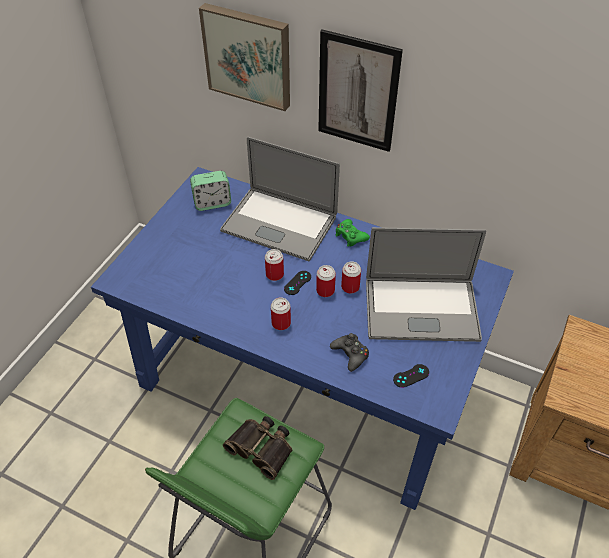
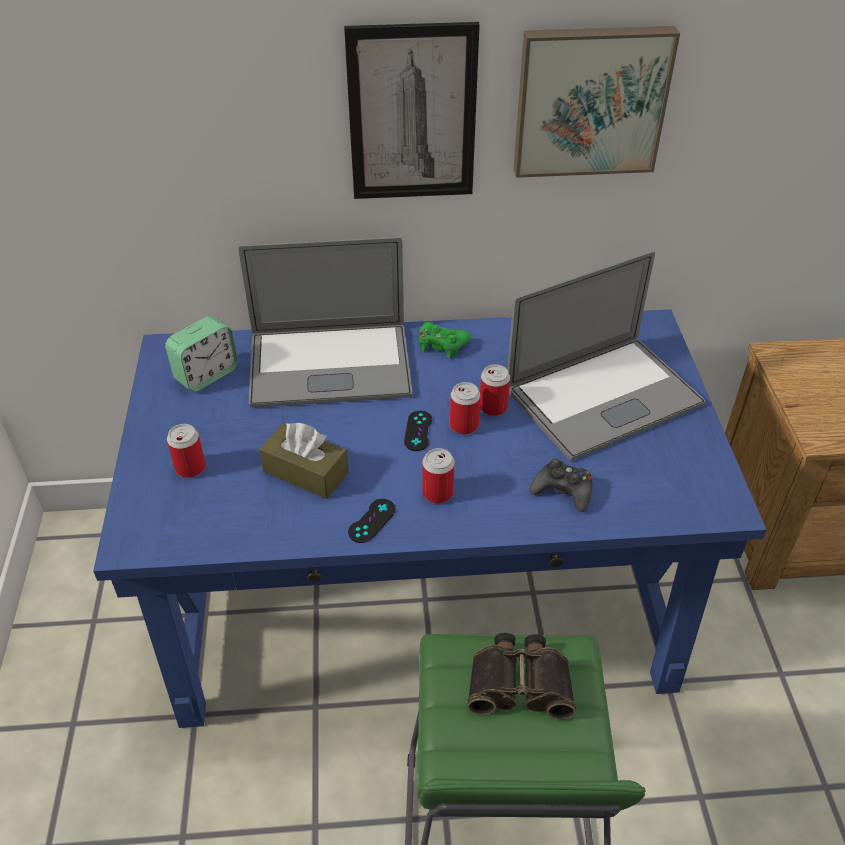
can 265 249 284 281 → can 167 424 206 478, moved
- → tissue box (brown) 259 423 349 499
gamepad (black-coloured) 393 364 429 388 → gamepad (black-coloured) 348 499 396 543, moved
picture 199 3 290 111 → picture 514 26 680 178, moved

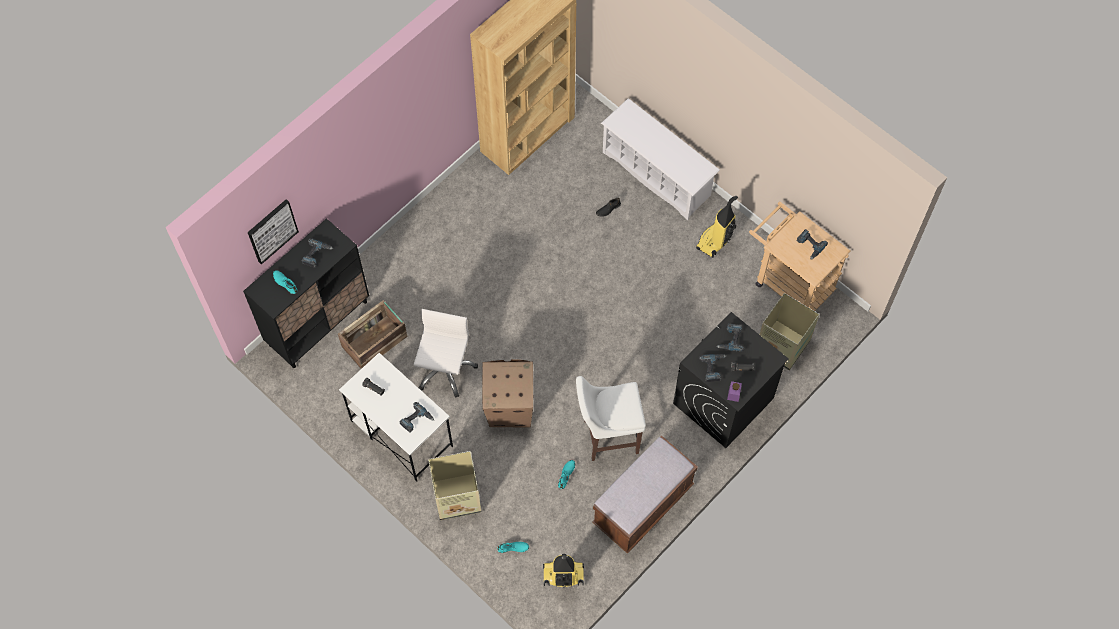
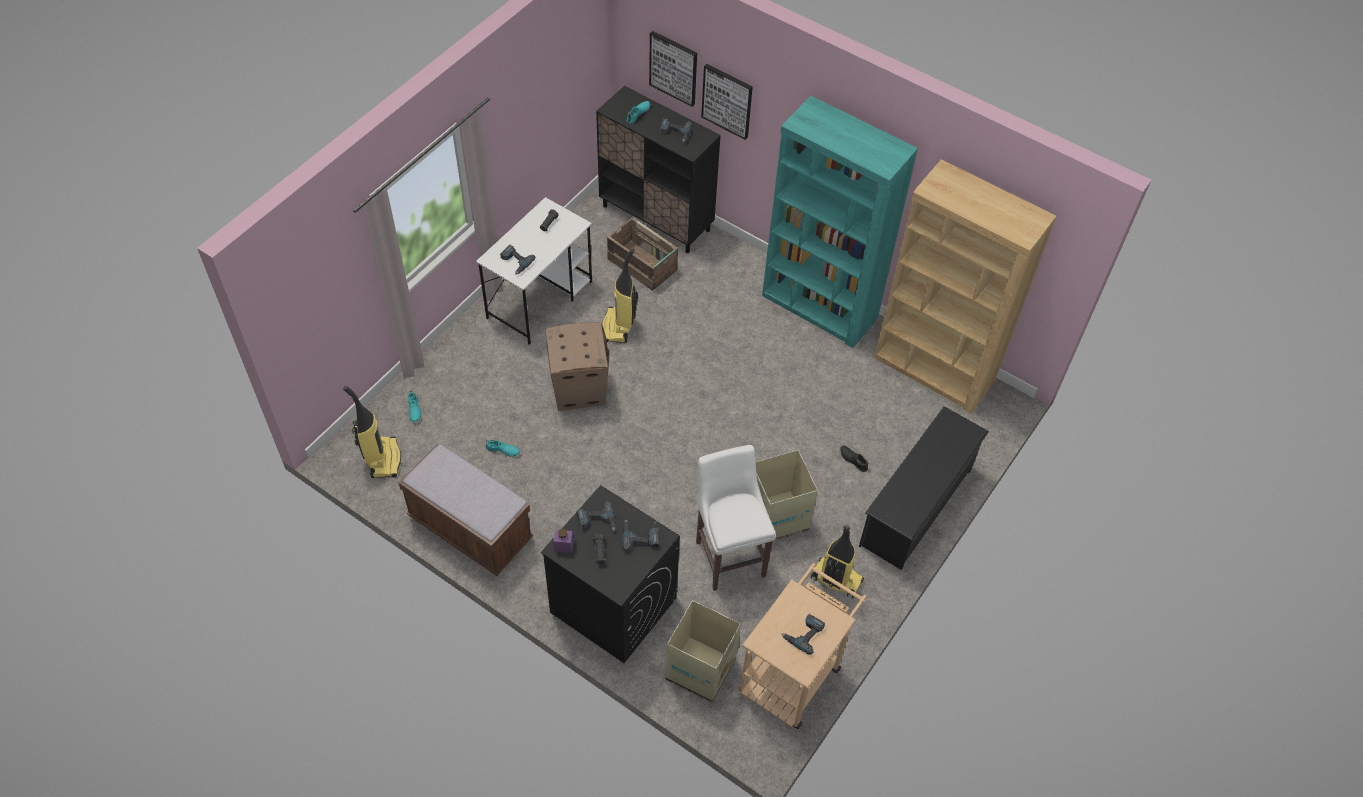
office chair (white) 414 309 478 398 → vacuum 602 249 638 343
stool (white) 576 376 646 461 → stool (white) 696 445 776 591, moved
- → picture 701 64 753 140
packing box 428 451 481 520 → packing box 756 450 818 544, moved
- → shelving unit (blue-green) 762 96 918 348
shoe shelf (white) 601 98 720 220 → shoe shelf (black-coloured) 859 406 989 570

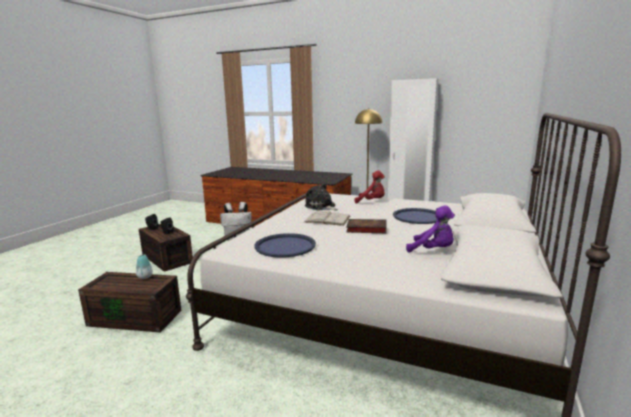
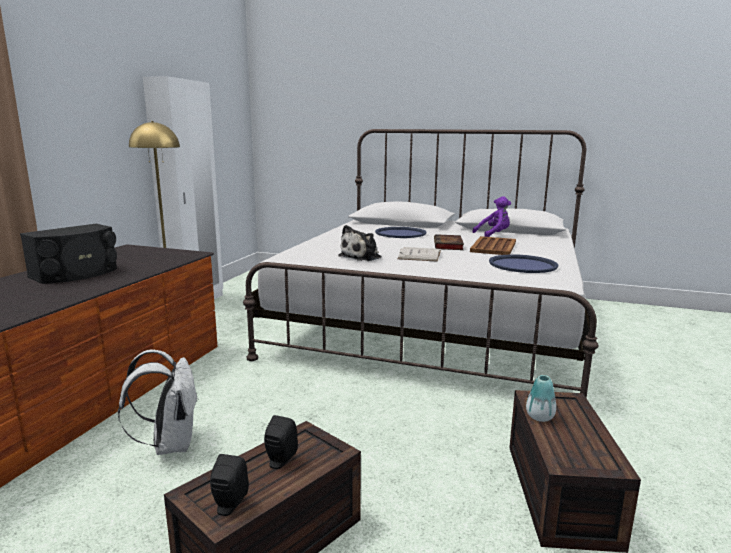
- → loudspeaker (black-coloured) 20 224 117 284
- → serving tray (brown) 470 236 516 255
plush toy (purplish) 406 205 455 253 → plush toy (purplish) 472 196 511 237, 45 degrees clockwise
plush toy (red-coloured) 355 170 385 204 → -

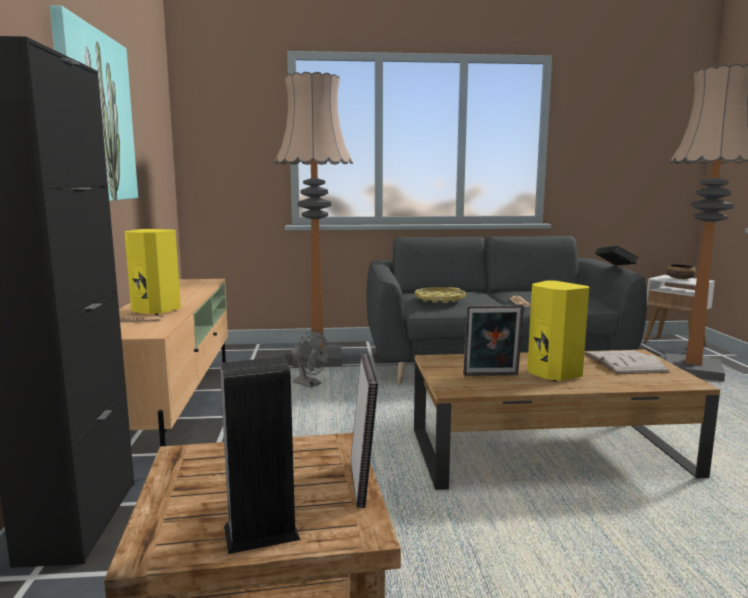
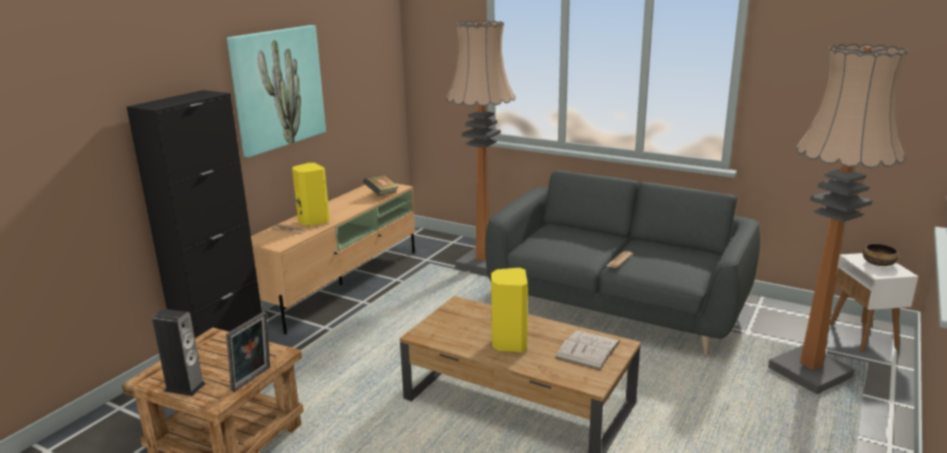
book 595 246 639 266 → book 363 175 399 195, moved
electric fan (greyish) 291 330 329 388 → -
serving tray (yellow-coloured) 415 287 466 303 → -
picture frame 463 304 524 376 → -

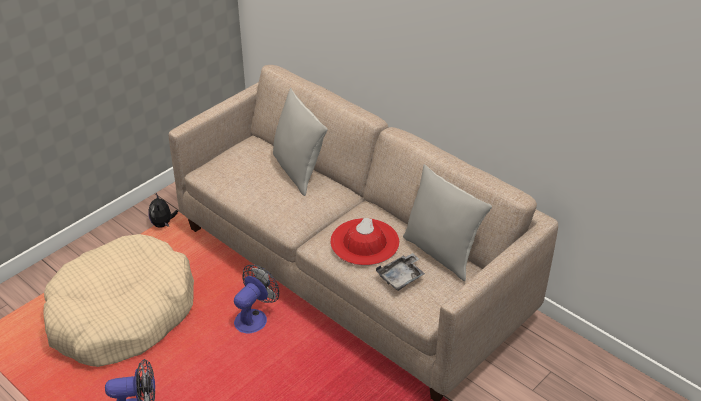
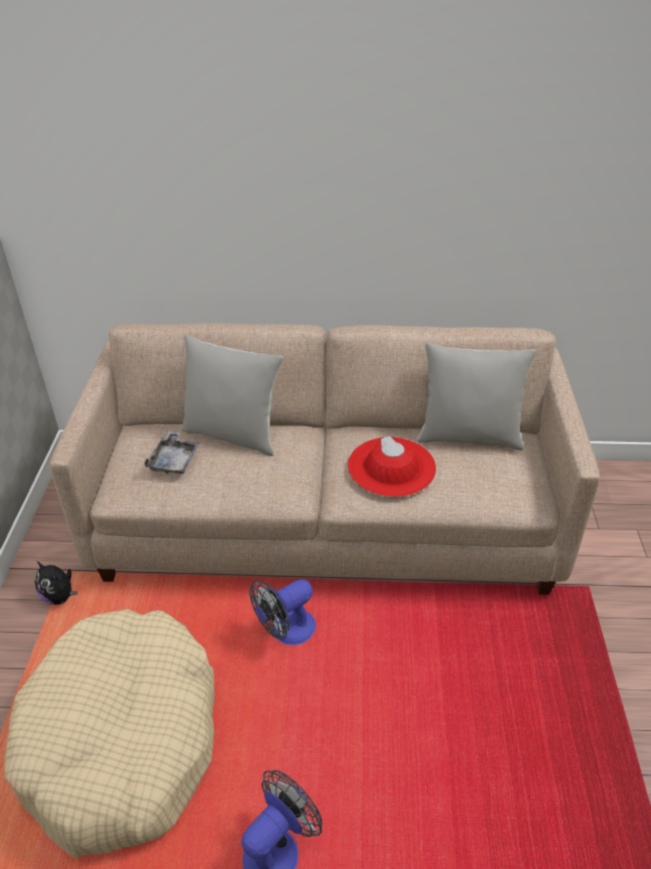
serving tray (greyish) 376 253 425 291 → serving tray (greyish) 144 431 199 474, moved
electric fan 234 265 279 333 → electric fan 249 579 316 645, 120 degrees counterclockwise

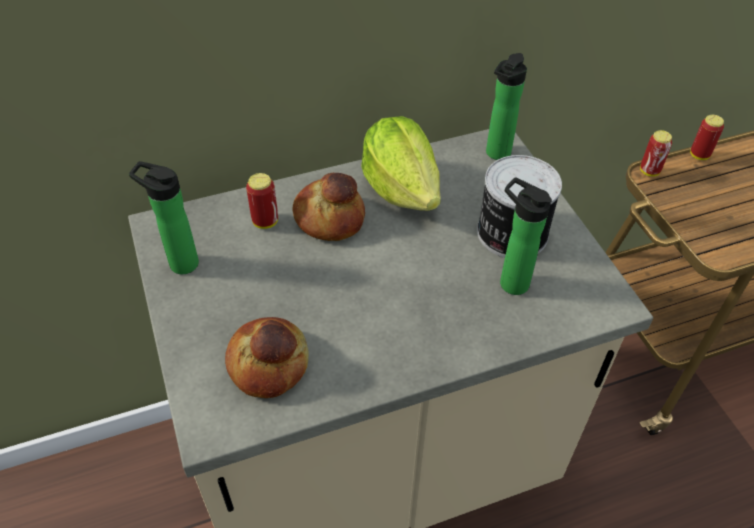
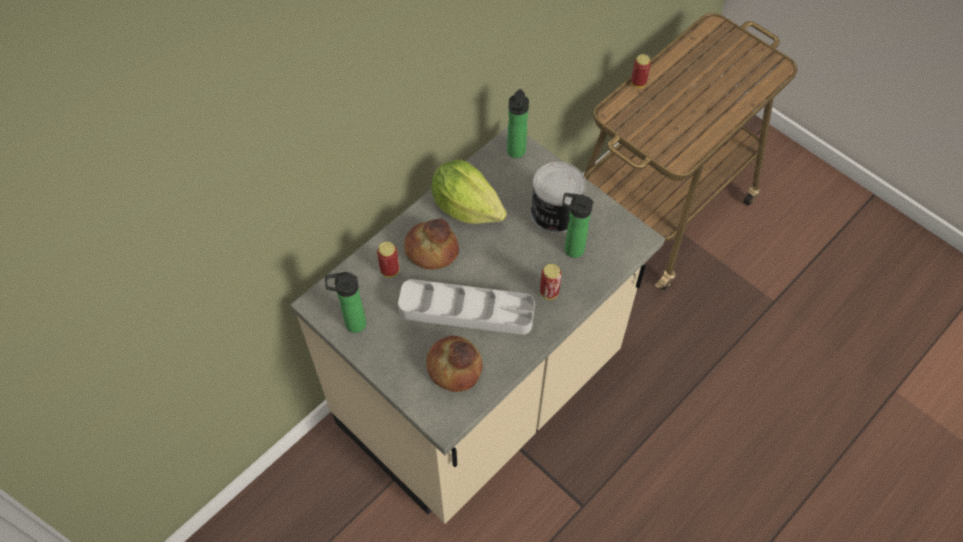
- → serving tray (greyish) 398 279 535 335
can 640 130 672 177 → can 540 264 562 300, moved

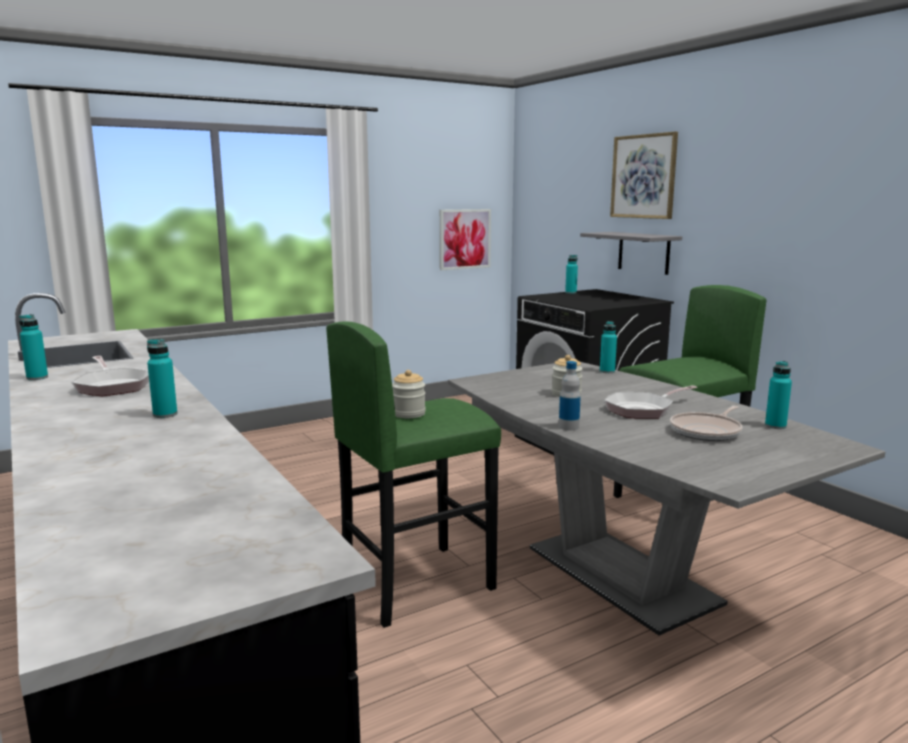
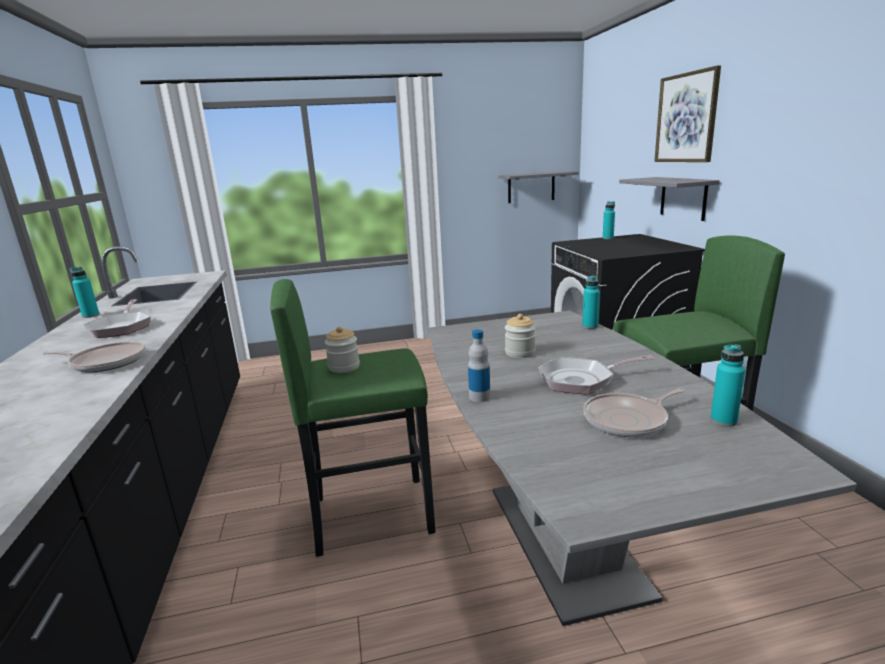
drink bottle (blue-green) 147 339 177 418 → frying pan 42 341 146 373
picture 440 209 491 270 → wall shelf (greyish) 498 171 578 203

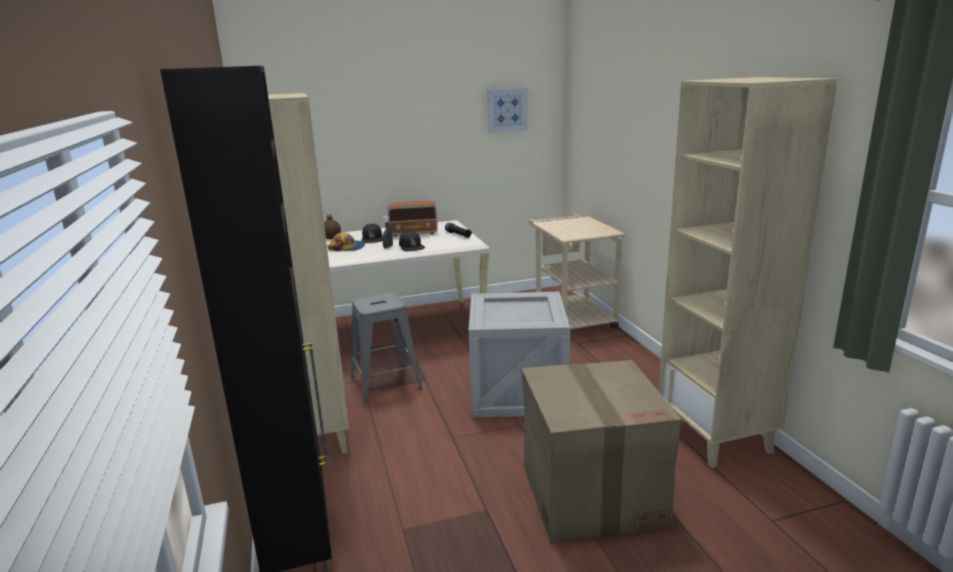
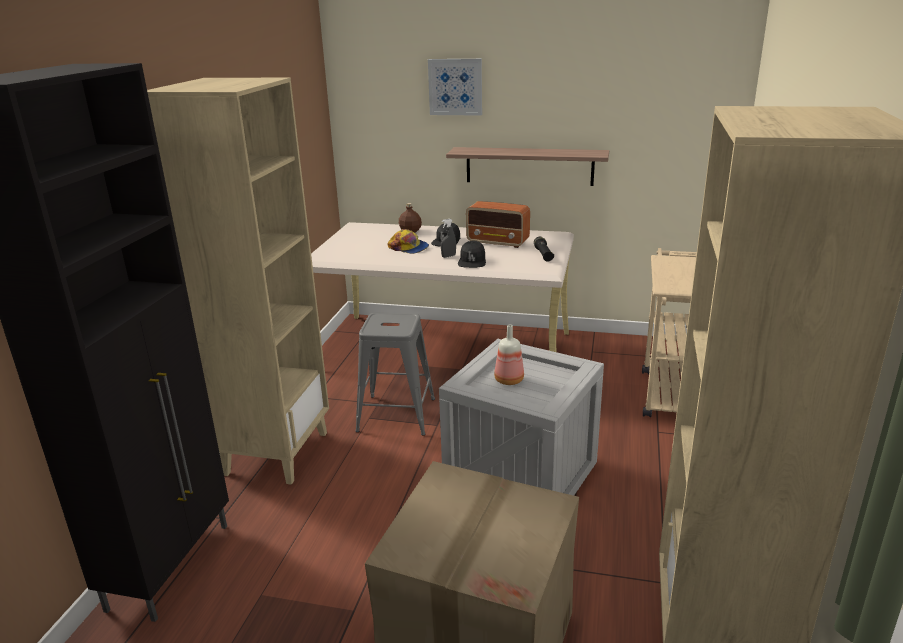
picture 487 87 528 133 → picture 428 59 482 116, moved
- → wall shelf 446 147 609 186
- → drink bottle 494 325 524 385

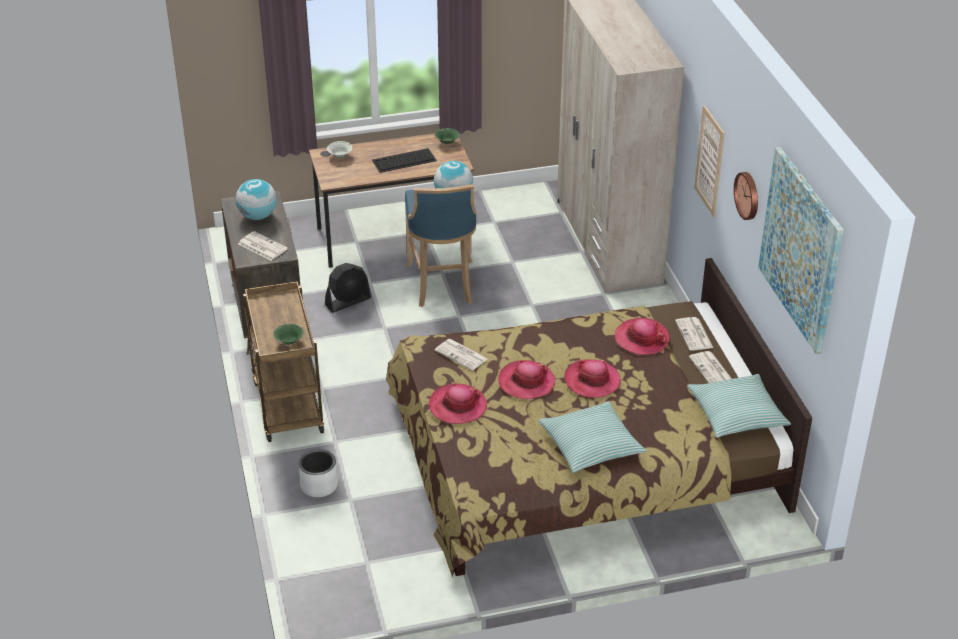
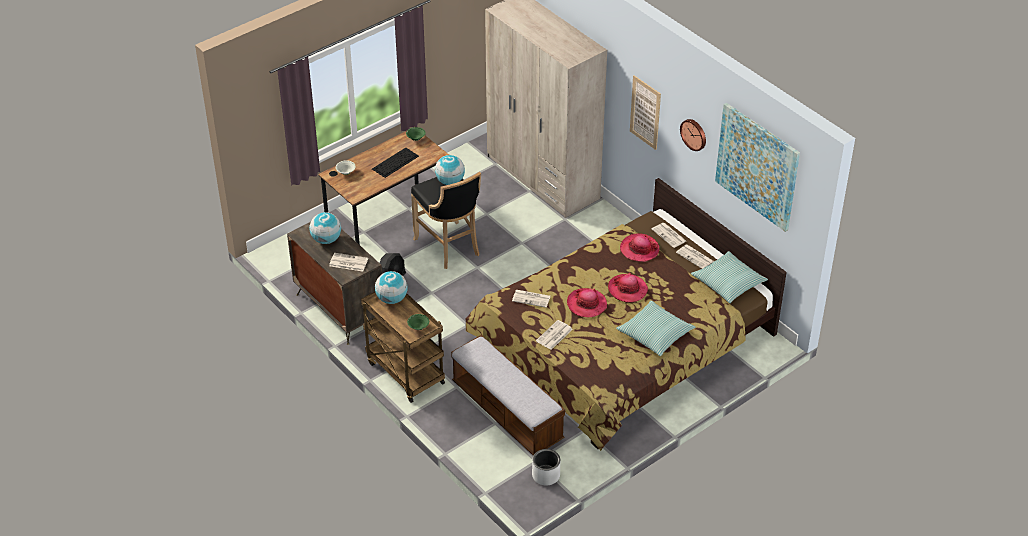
- → world globe 375 271 408 304
stool (blue-coloured) 405 184 477 307 → stool (black-coloured) 411 172 481 269
- → long seat 451 335 565 455
plant pot (white) 299 449 338 497 → plant pot (white) 532 449 560 485, moved
clothing hat 429 383 487 424 → newspaper 536 320 573 350

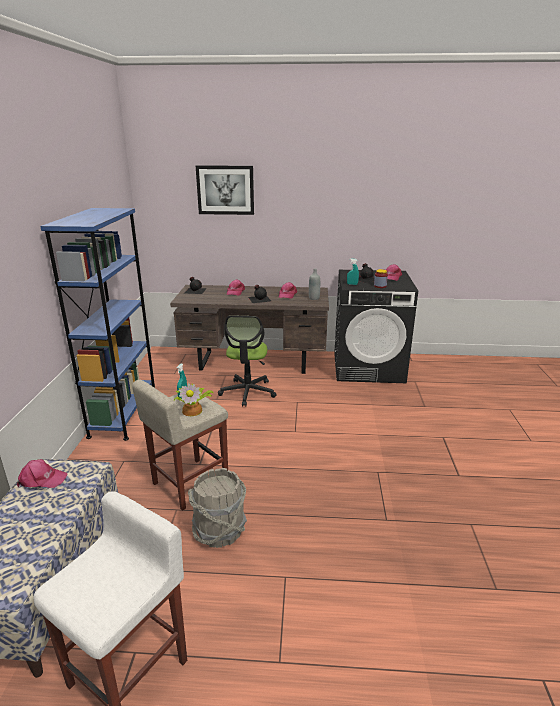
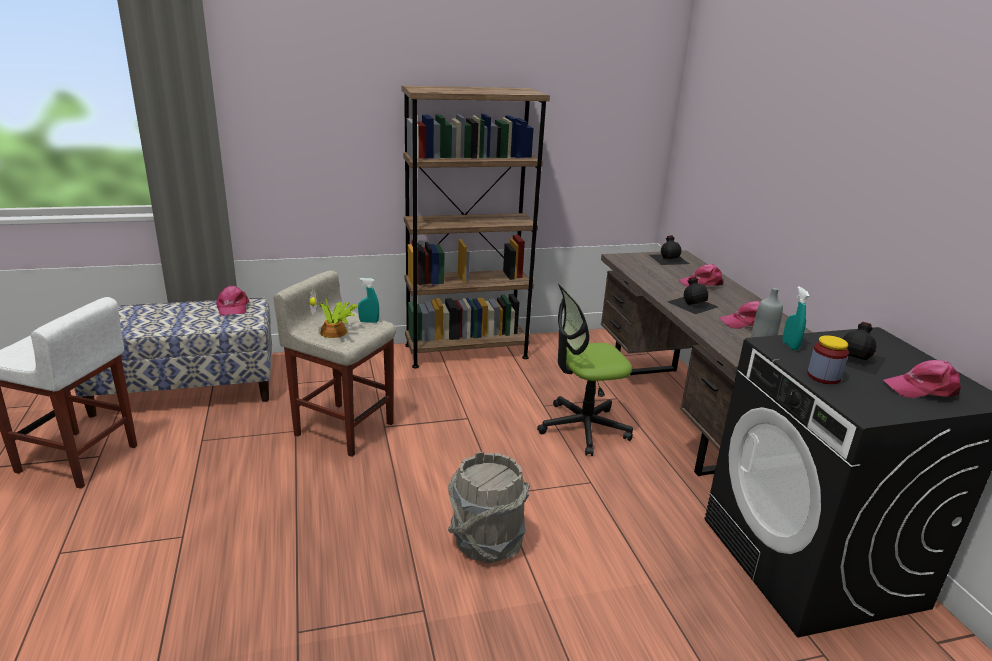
shelving unit (blue-coloured) 40 208 155 441 → shelving unit (brown) 402 86 550 368
bucket (greyish) 188 468 247 548 → bucket (greyish) 448 452 530 563, moved
picture 196 165 254 215 → -

